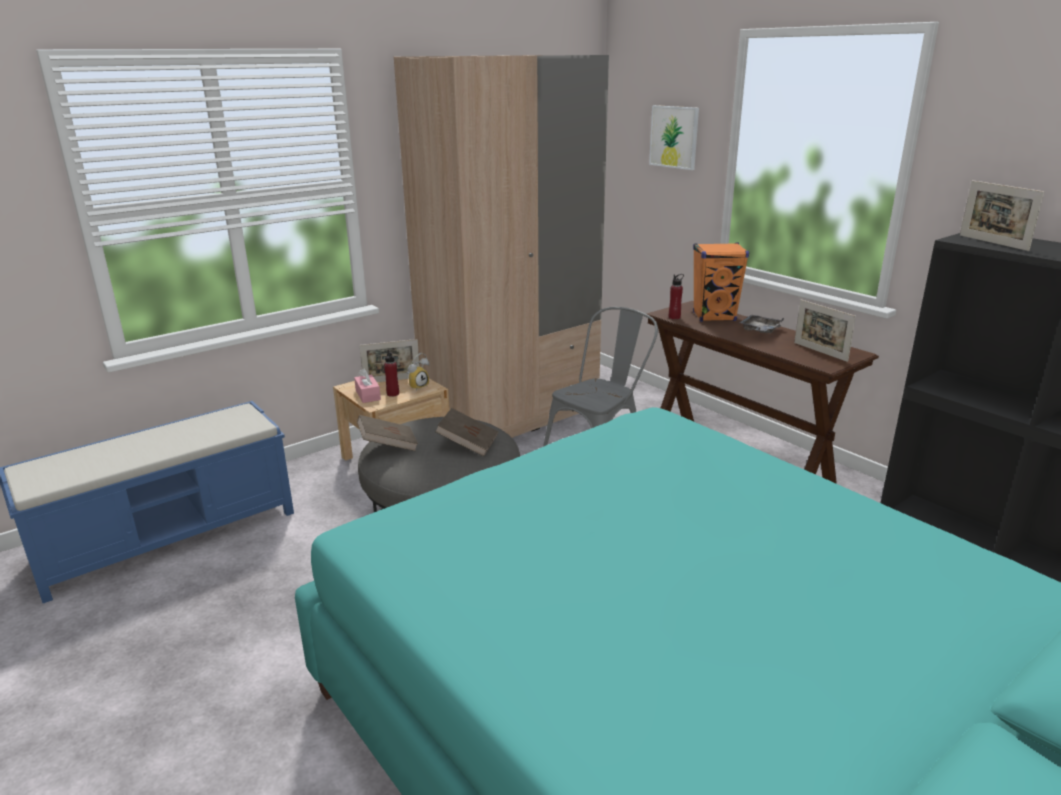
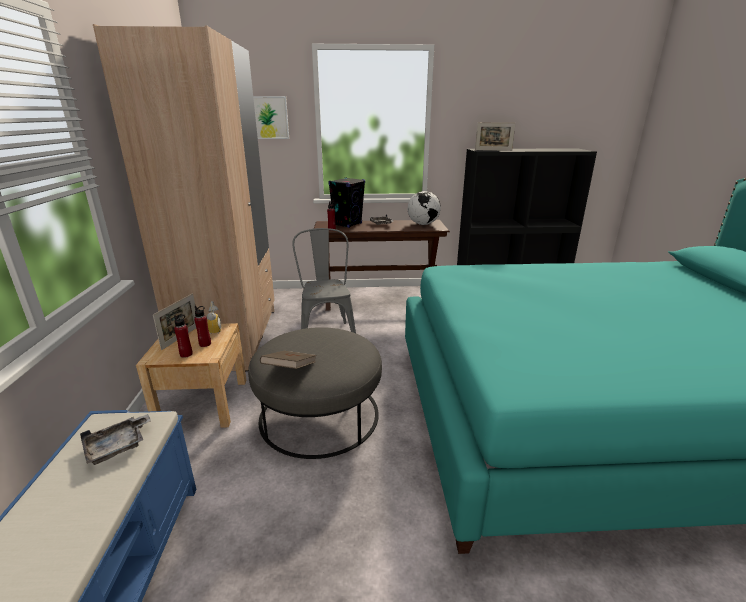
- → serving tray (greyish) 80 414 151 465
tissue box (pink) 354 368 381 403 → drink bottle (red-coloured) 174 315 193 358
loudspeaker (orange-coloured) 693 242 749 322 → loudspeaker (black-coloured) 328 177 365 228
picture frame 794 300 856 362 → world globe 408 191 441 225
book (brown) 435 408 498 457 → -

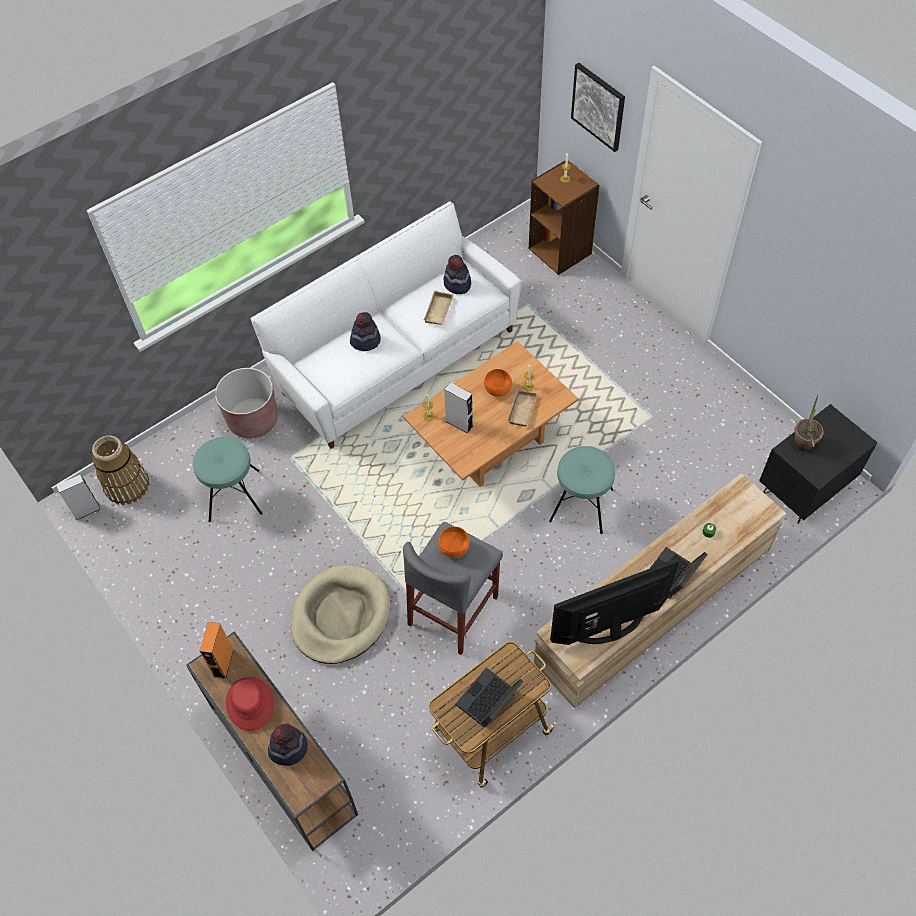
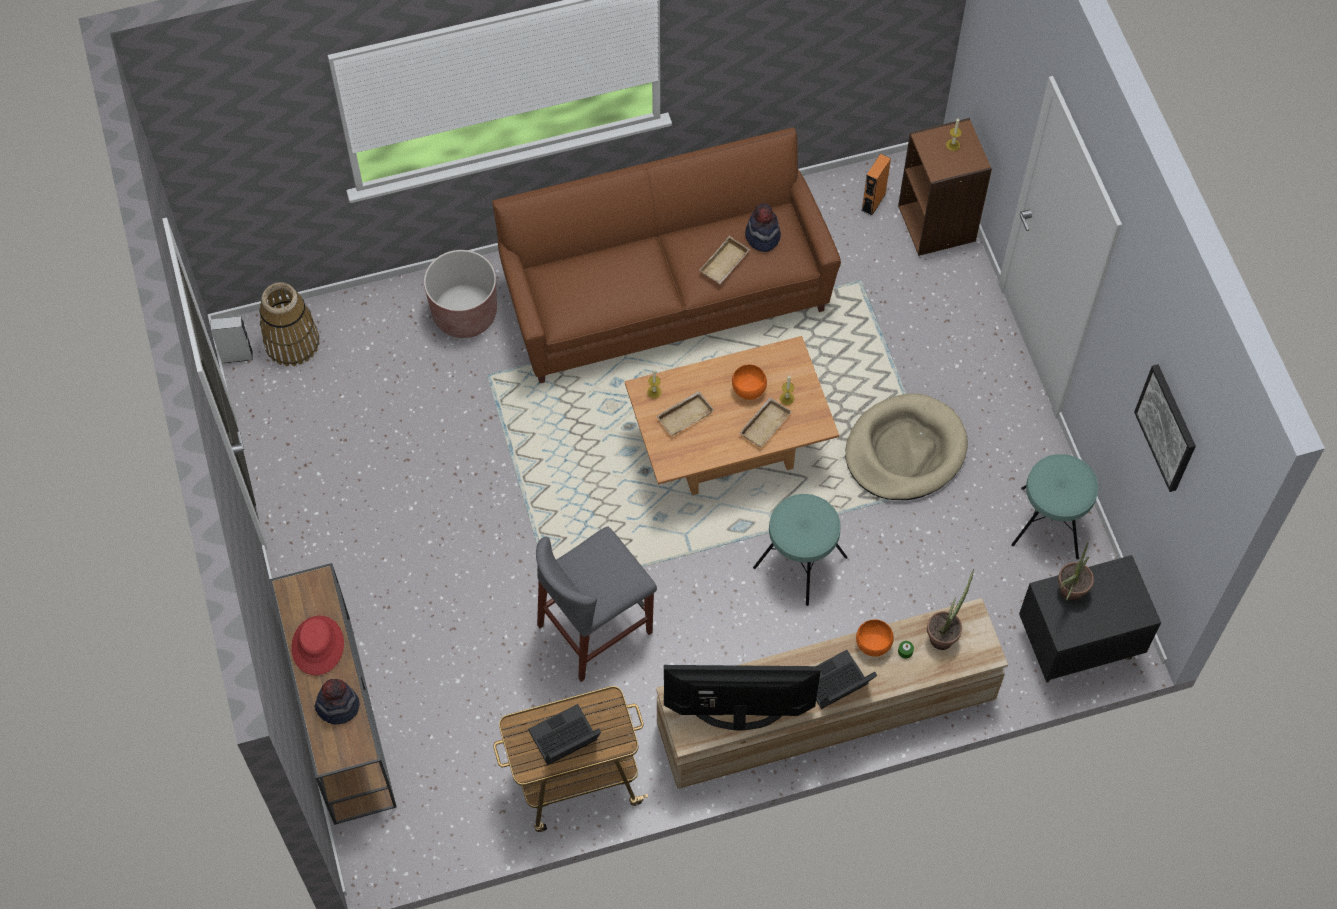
sofa (white) 250 202 522 449 → sofa (brown) 492 127 841 383
loudspeaker (greyish) 444 382 473 434 → serving tray (beige) 656 391 714 436
pet bed (beige) 290 564 391 664 → pet bed (beige) 845 394 968 500, moved
deep dish (orange-coloured) 438 527 470 558 → deep dish (orange-coloured) 856 620 894 657, moved
loudspeaker (orange-coloured) 200 622 234 679 → loudspeaker (orange-coloured) 861 153 891 216, moved
- → plant in a pot 927 569 974 650
stool (blue-green) 193 437 263 522 → stool (blue-green) 1011 454 1098 560, moved
picture 571 63 625 152 → picture 1134 364 1196 492, moved
clothing hat 350 312 381 351 → -

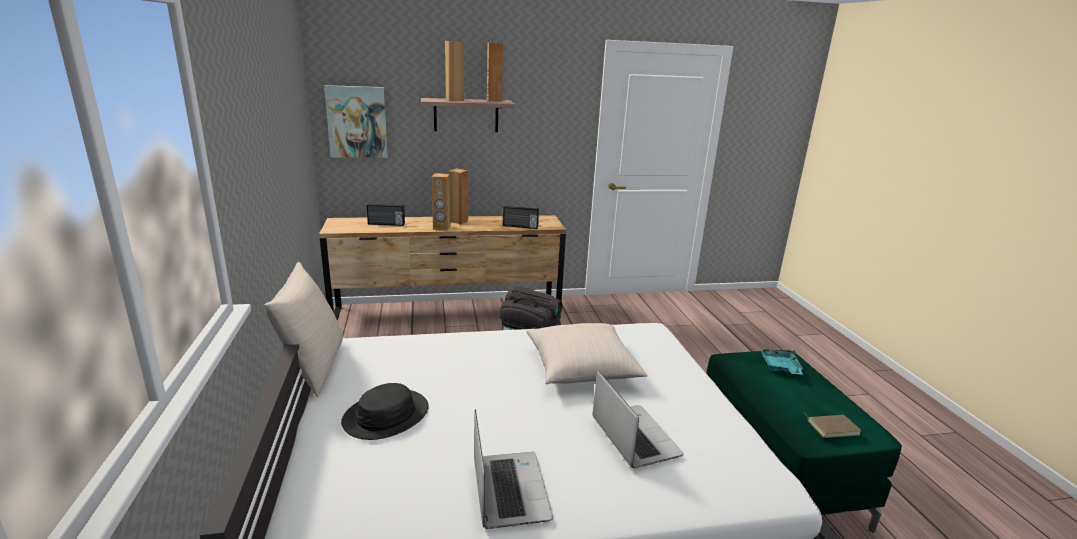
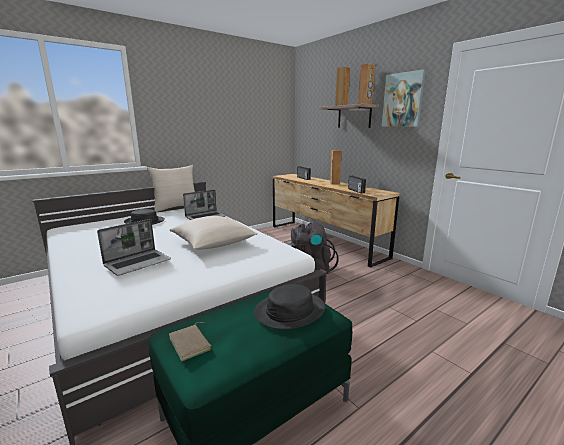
laptop 474 409 553 529 → laptop 183 190 227 220, moved
serving tray (blue-green) 760 348 804 375 → clothing hat (black-coloured) 254 284 325 330
picture 324 85 388 158 → picture 382 69 425 127, moved
loudspeaker (brown) 432 173 450 230 → -

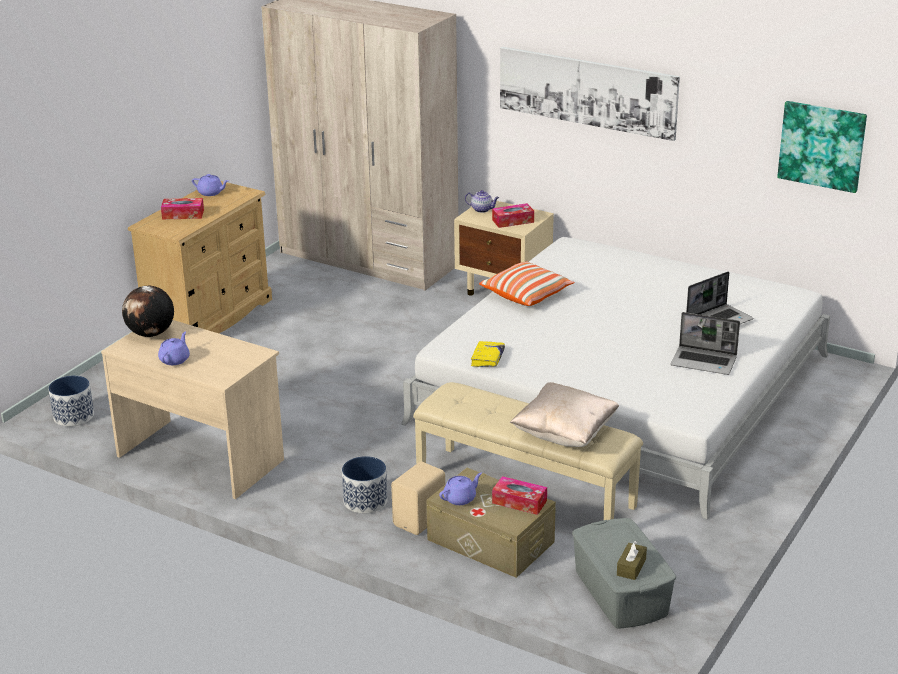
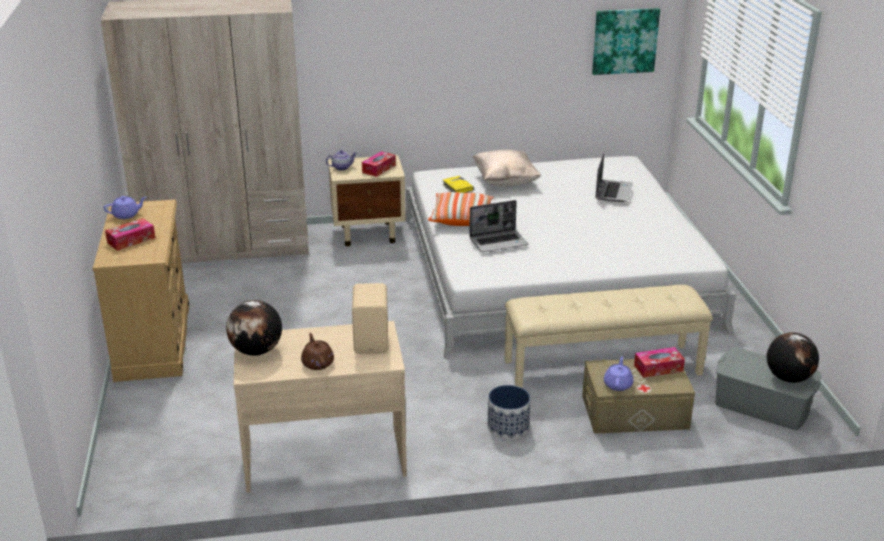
tea pot (purplish) 158 332 190 365 → tea pot (brown) 301 333 334 370
loudspeaker (beige) 391 462 445 535 → loudspeaker (beige) 352 283 388 354, moved
book (yellow-coloured) 471 341 505 367 → book (yellow-coloured) 442 176 474 193, moved
laptop 670 312 740 375 → laptop 469 200 528 252, moved
cushion (beige) 510 382 619 447 → cushion (beige) 473 150 541 186, moved
tissue box (brown) 617 541 647 580 → world globe 766 332 819 383
plant pot 48 376 94 426 → -
picture 500 47 680 141 → -

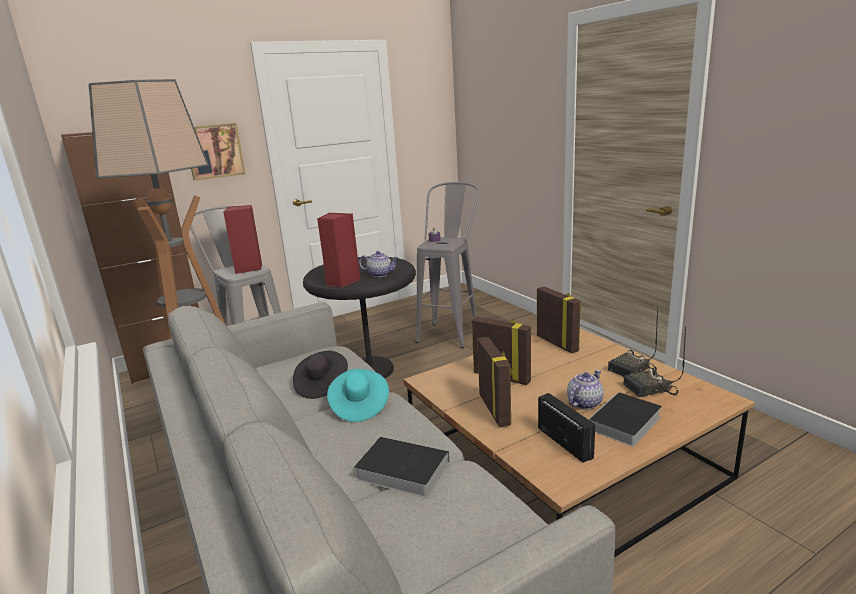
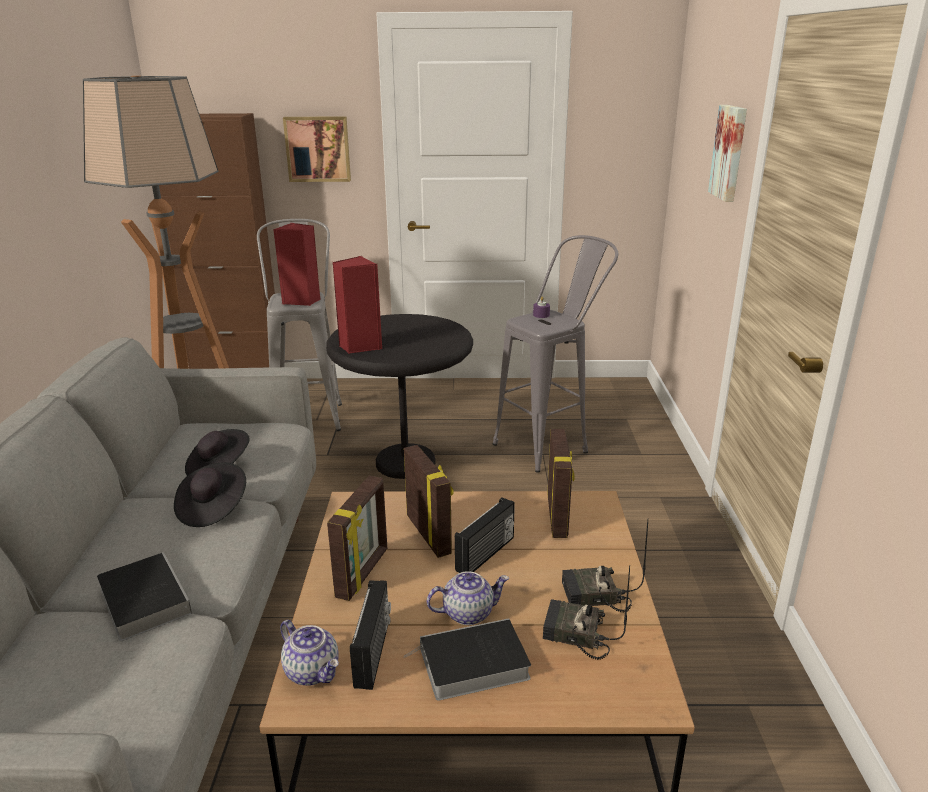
clothing hat (blue-green) 327 369 389 422 → clothing hat (black-coloured) 174 462 246 527
tea pot 359 251 399 277 → tea pot 280 620 339 686, moved
- → radio set 455 498 515 573
- → picture 708 105 747 202

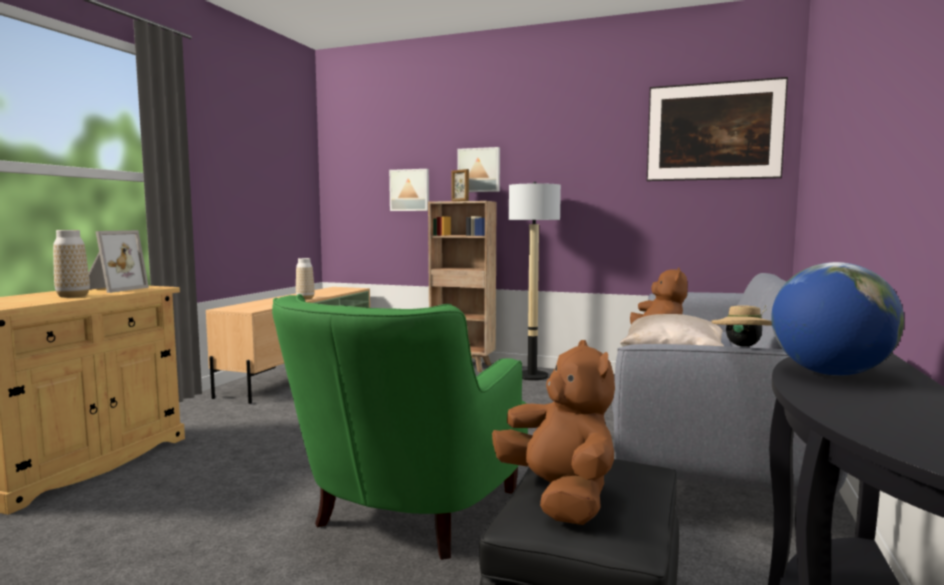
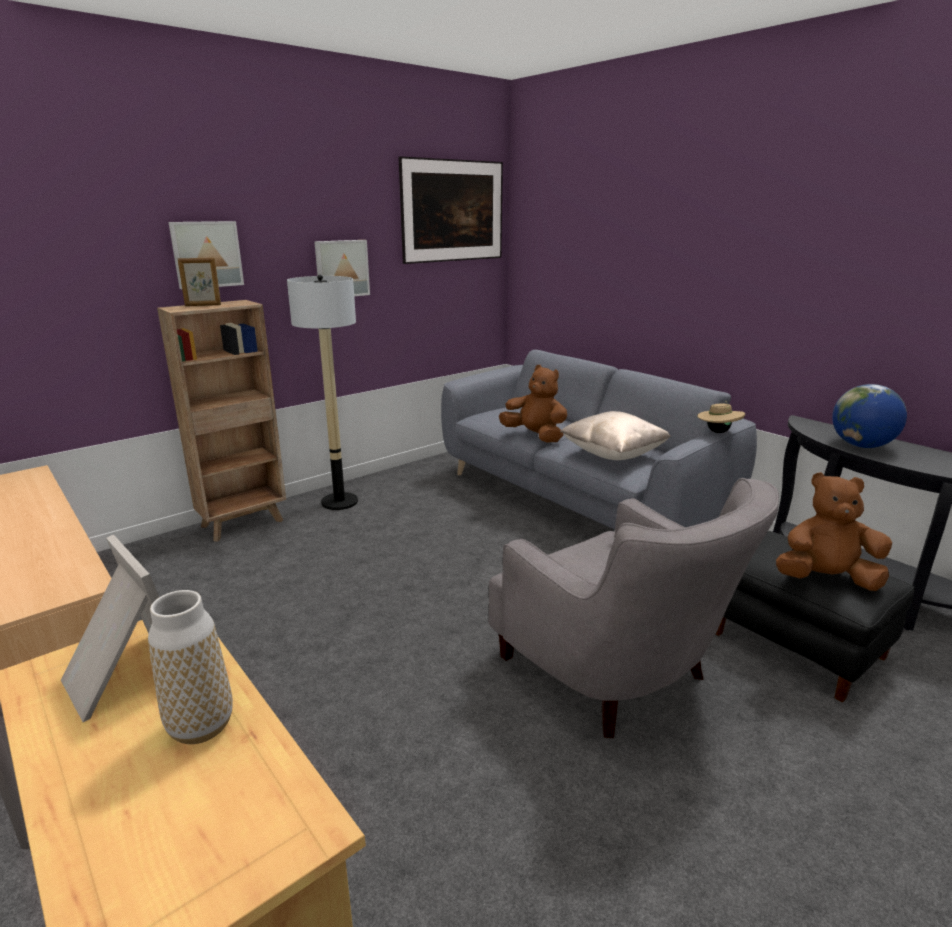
picture 389 169 429 211 → picture 314 240 370 296, moved
armchair (green) 272 294 528 560 → armchair (greyish) 488 478 779 738
flower vase 296 258 315 299 → -

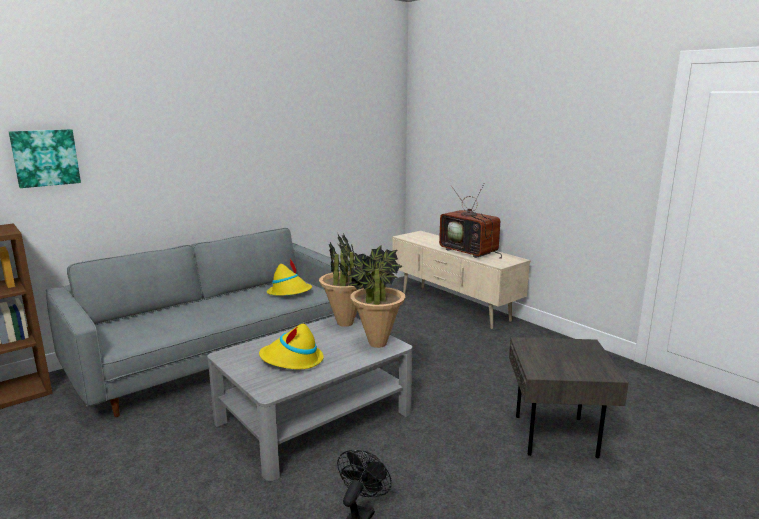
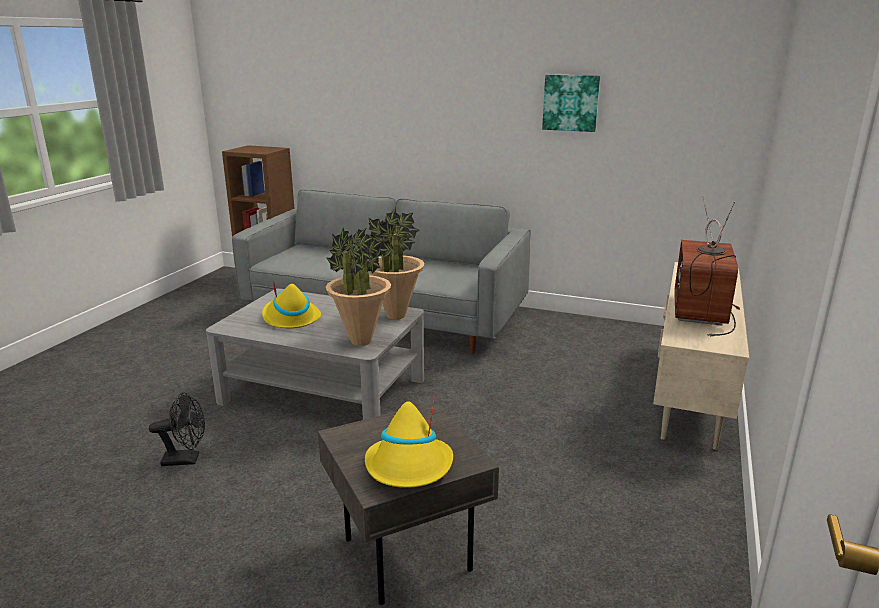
clothing hat (yellow-coloured) 267 259 312 296 → clothing hat (yellow-coloured) 365 396 453 488, moved
picture 9 129 81 188 → picture 542 74 600 132, moved

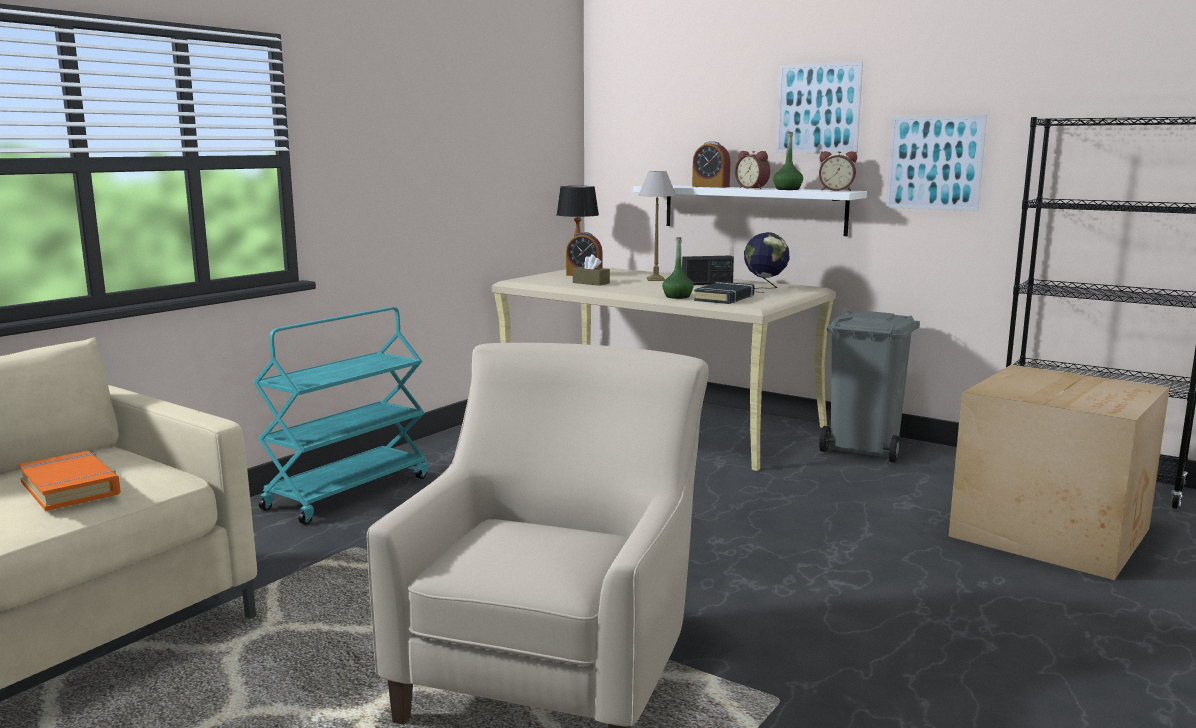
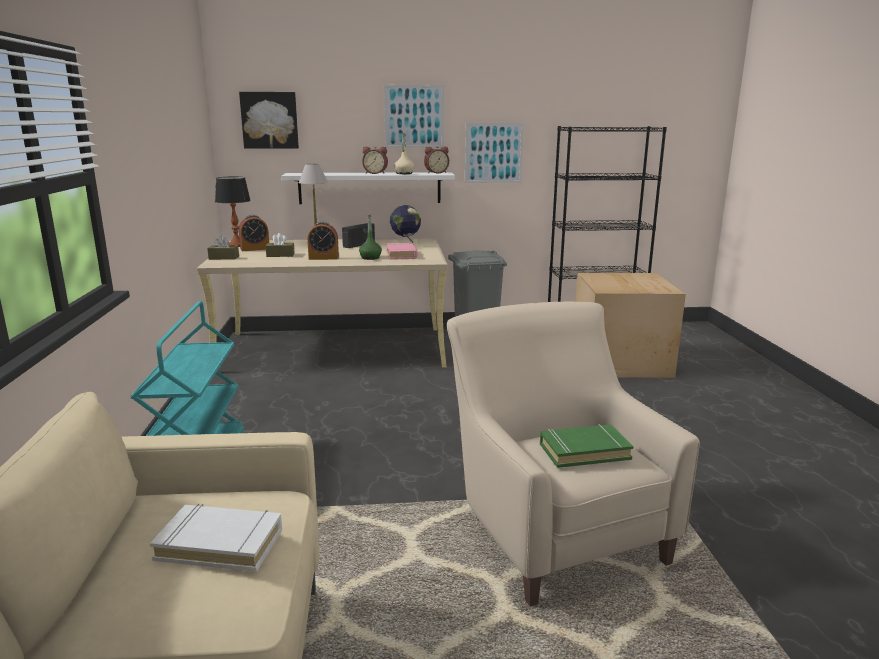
book (orange-coloured) 18 451 120 511 → book (white) 150 504 282 572
- → tissue box (brown) 207 235 239 260
- → picture 239 92 299 149
table clock 692 141 730 188 → table clock 307 222 339 260, moved
book (black-coloured) 694 282 754 304 → book (pink) 386 243 418 260
drink bottle (green) 773 132 803 190 → drink bottle (beige) 394 133 414 174
- → book (green) 540 424 633 468

